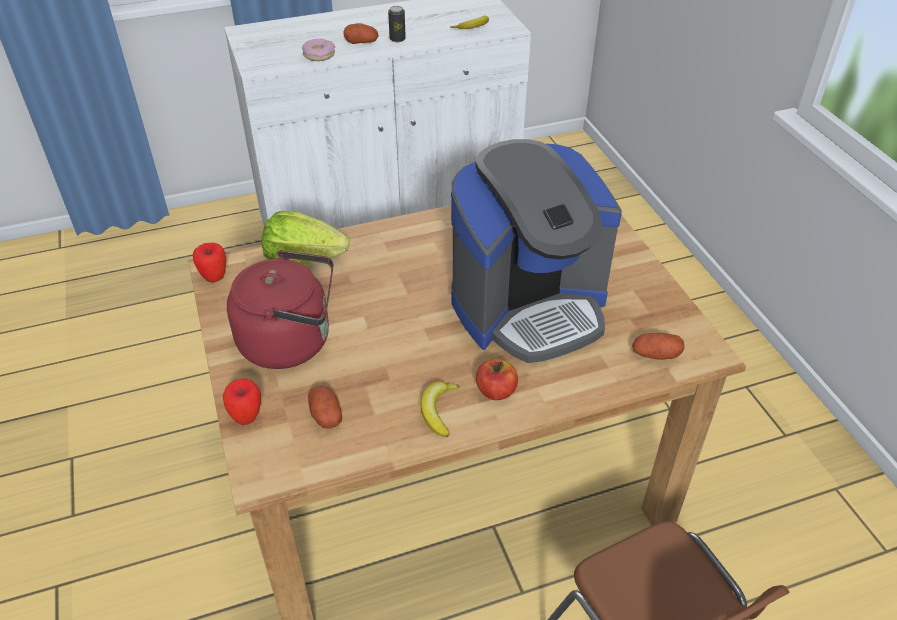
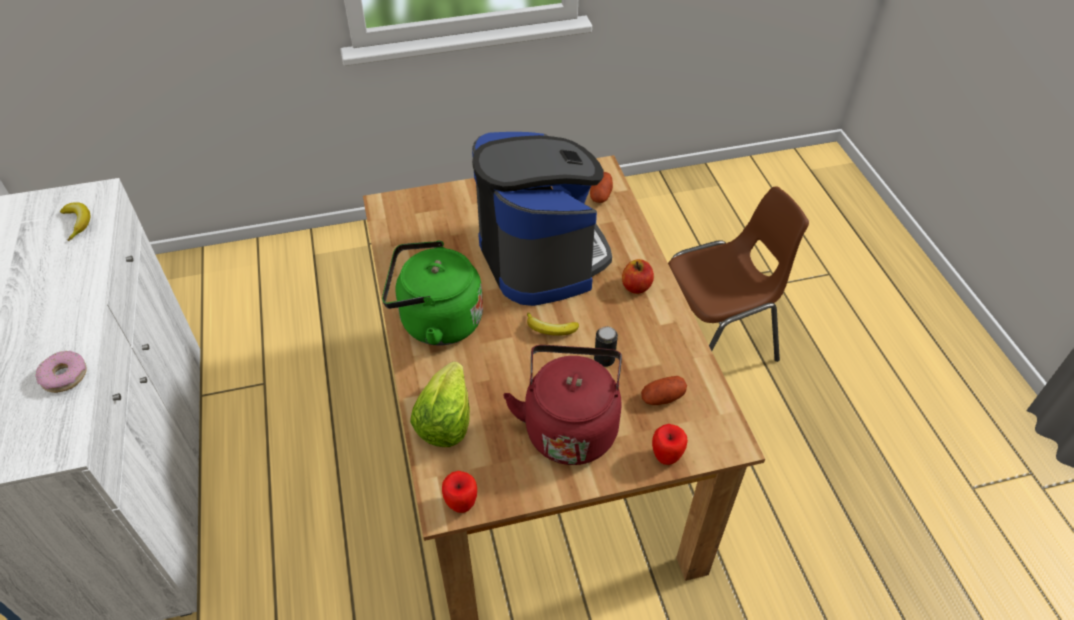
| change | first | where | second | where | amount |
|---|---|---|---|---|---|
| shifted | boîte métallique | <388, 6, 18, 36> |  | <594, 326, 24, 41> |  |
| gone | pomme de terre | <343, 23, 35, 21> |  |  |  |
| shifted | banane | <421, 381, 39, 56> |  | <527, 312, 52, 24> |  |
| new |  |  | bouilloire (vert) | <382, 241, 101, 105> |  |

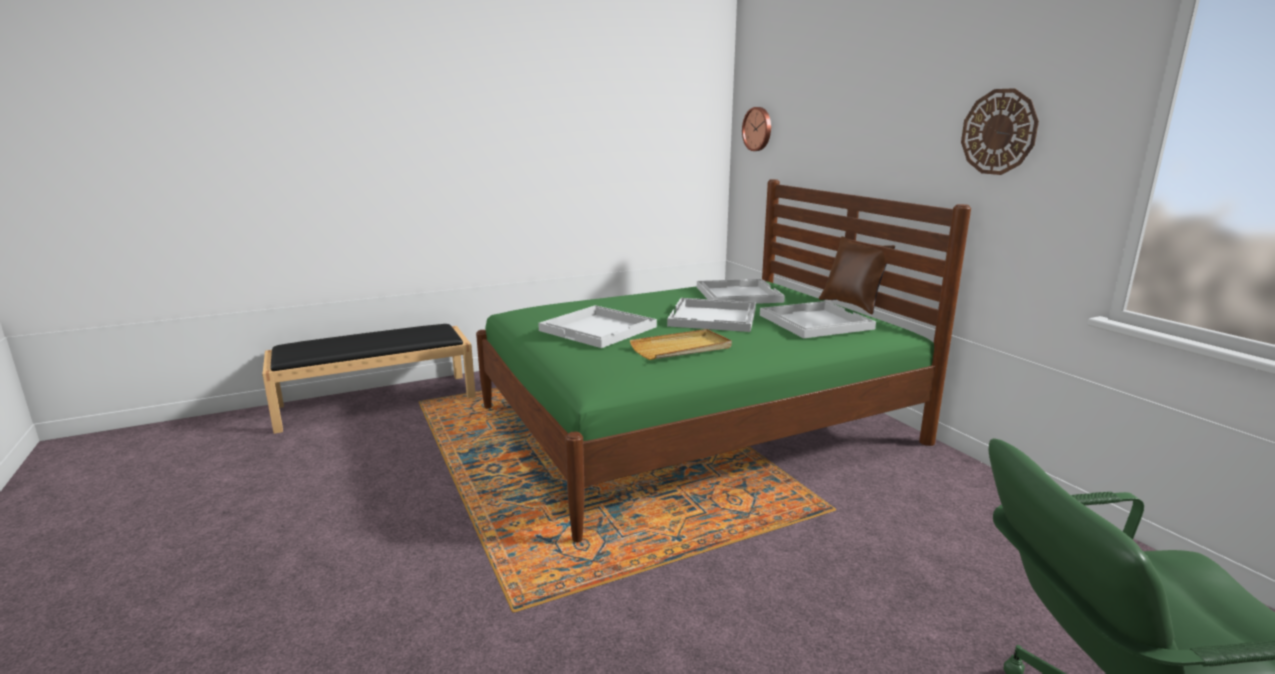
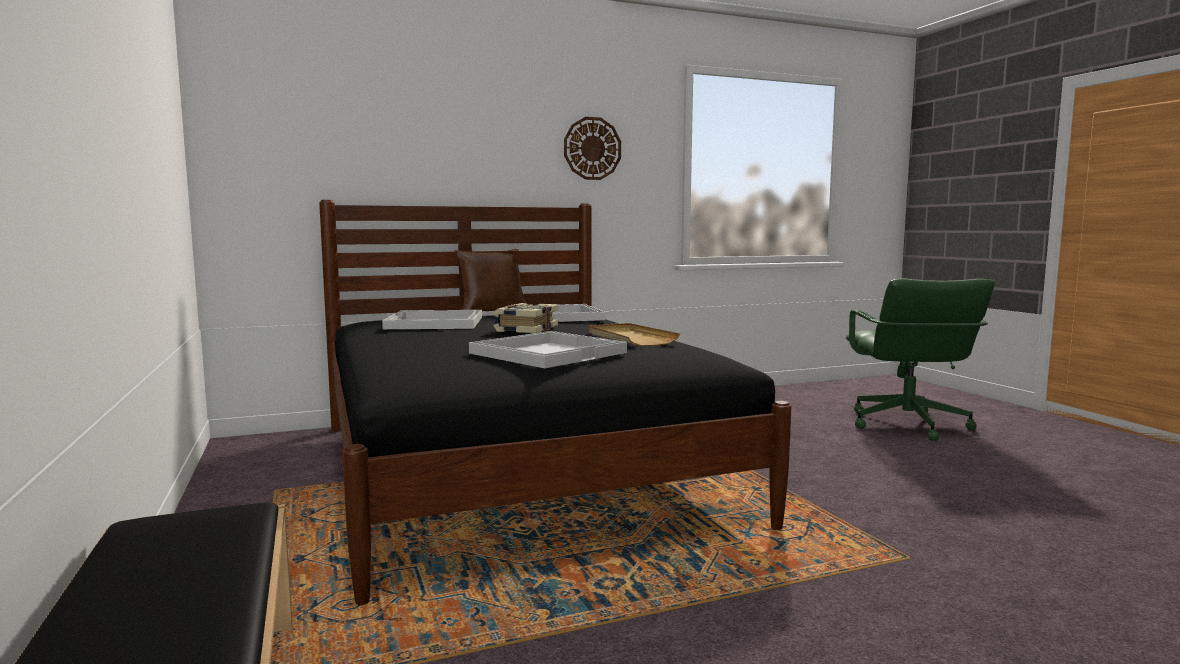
| change | first | where | second | where | amount |
|---|---|---|---|---|---|
| gone | horloge murale | <742, 107, 29, 44> |  |  |  |
| repainted | lit (vert) | <476, 179, 495, 363> | lit (noir) | <319, 200, 473, 405> |  |
| swapped | plateau (blanc) | <667, 298, 89, 34> | livre | <494, 303, 64, 30> |  |

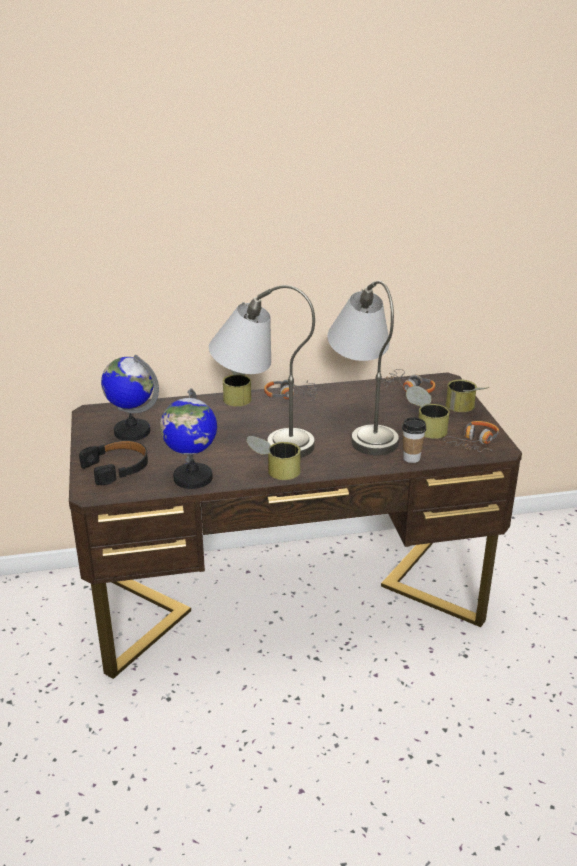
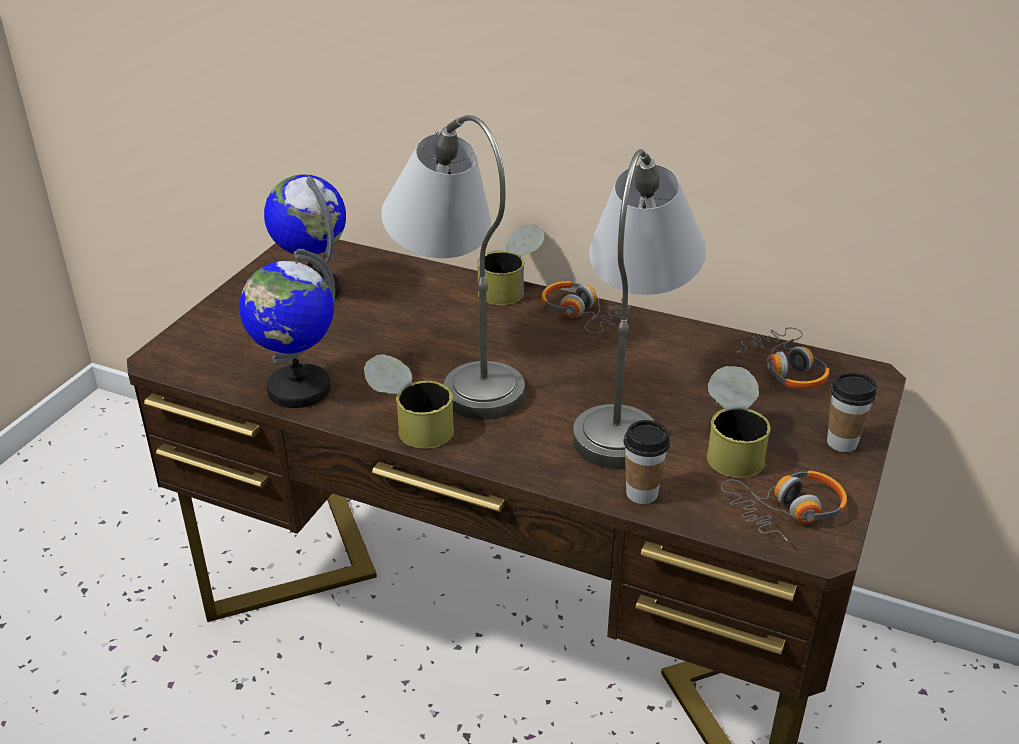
| change | first | where | second | where | amount |
|---|---|---|---|---|---|
| swapped | boîte métallique | <446, 379, 44, 33> | tasse | <827, 373, 50, 79> |  |
| gone | casque audio (noir) | <79, 440, 69, 45> |  |  |  |

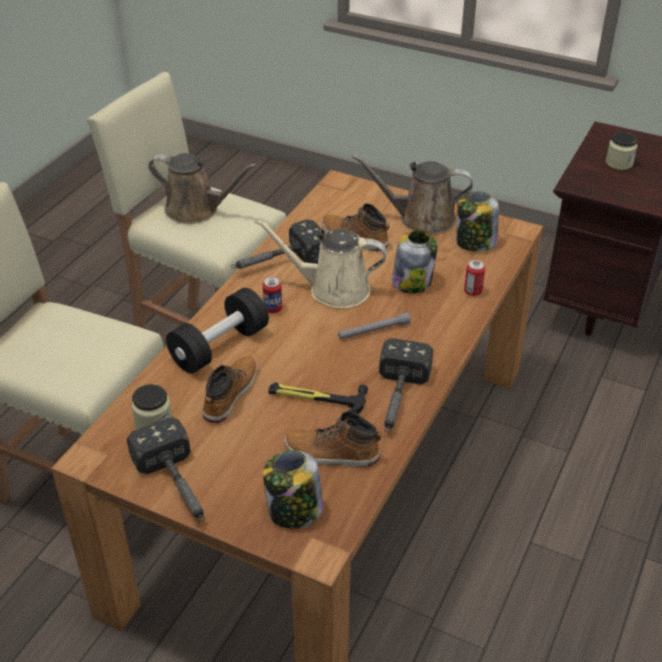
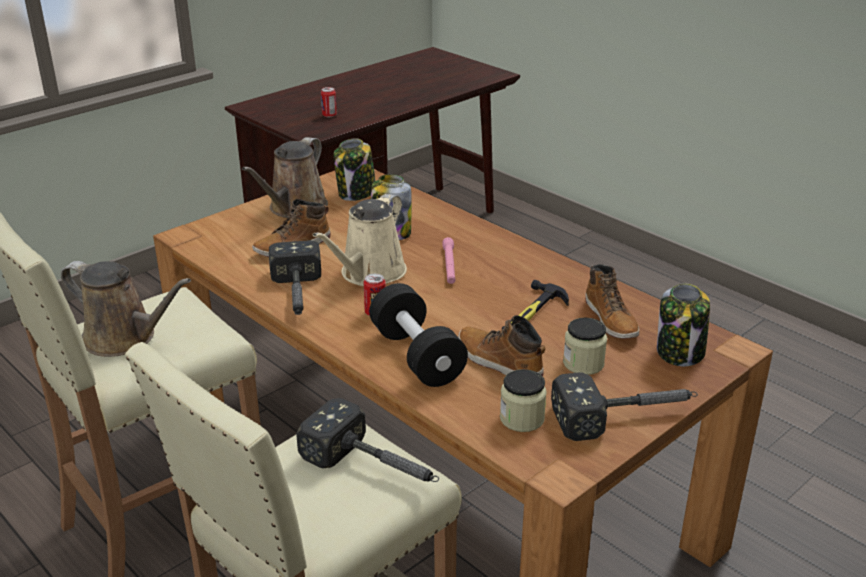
| change | first | where | second | where | amount |
|---|---|---|---|---|---|
| shifted | bocal | <606, 132, 32, 38> |  | <563, 318, 44, 57> |  |
| rotated | arrosoir (marron) | <148, 153, 109, 71> |  | <61, 261, 130, 96> | 75 degrees clockwise |
| shifted | boîte métallique | <464, 260, 21, 36> |  | <321, 87, 16, 30> |  |
| repainted | lampe de poche (gris) | <338, 312, 73, 27> | lampe de poche (rose) | <442, 237, 13, 47> |  |
| shifted | marteau | <379, 338, 54, 94> |  | <296, 398, 143, 84> |  |
| rotated | botte | <284, 412, 97, 55> |  | <585, 264, 54, 75> | 45 degrees counterclockwise |

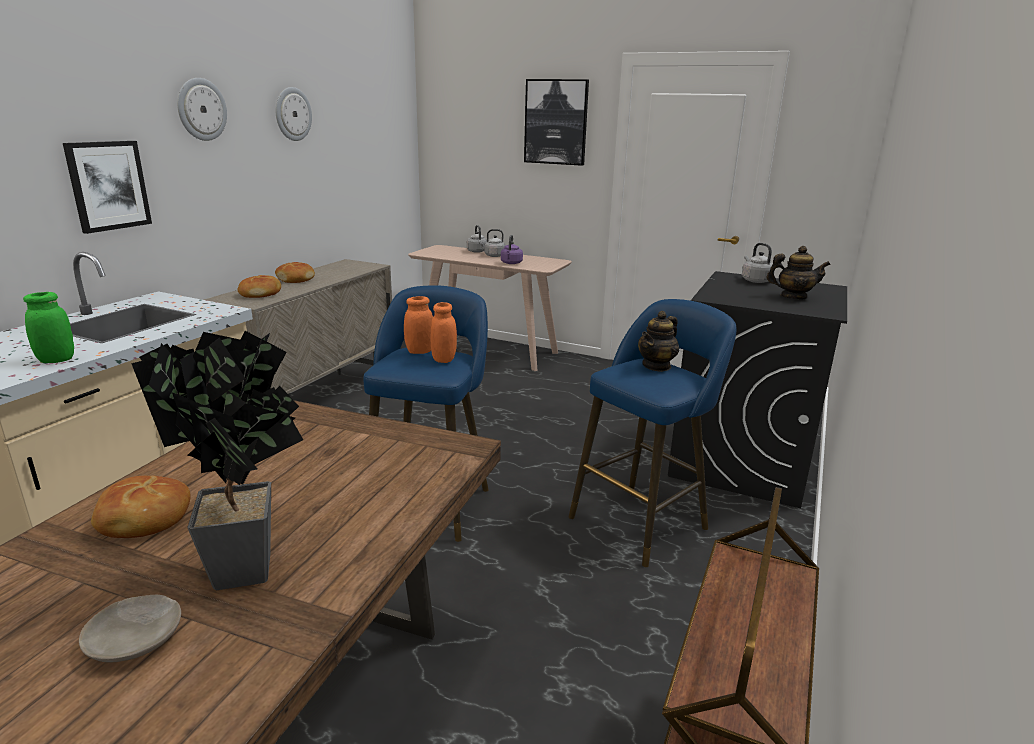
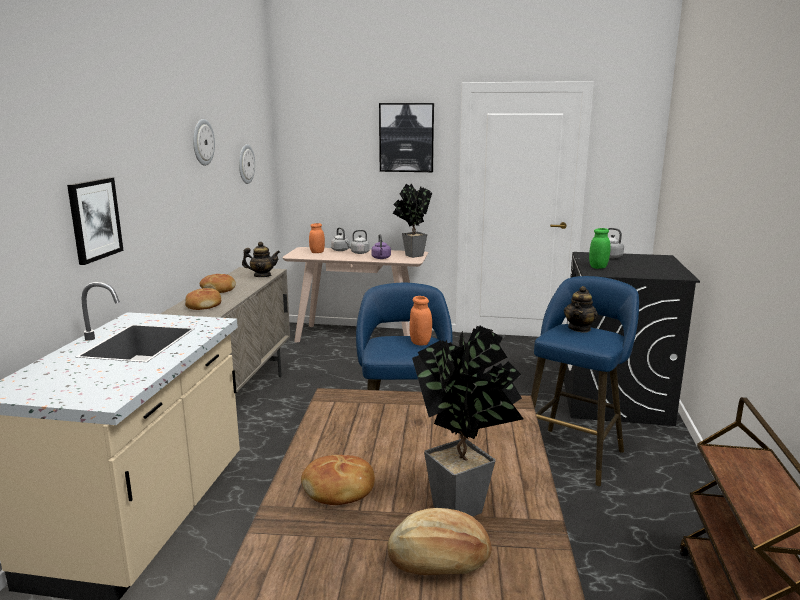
| change | first | where | second | where | amount |
|---|---|---|---|---|---|
| shifted | horloge murale | <177, 78, 50, 63> |  | <239, 144, 16, 40> |  |
| shifted | théière | <766, 246, 65, 53> |  | <242, 242, 38, 35> |  |
| shifted | bocal (vert) | <23, 292, 51, 71> |  | <589, 228, 21, 41> |  |
| shifted | bocal (orange) | <404, 296, 29, 58> |  | <309, 223, 16, 30> |  |
| swapped | assiette (beige) | <79, 595, 102, 68> | pain | <388, 508, 104, 67> |  |
| new |  |  | plante en pot | <393, 184, 39, 74> |  |

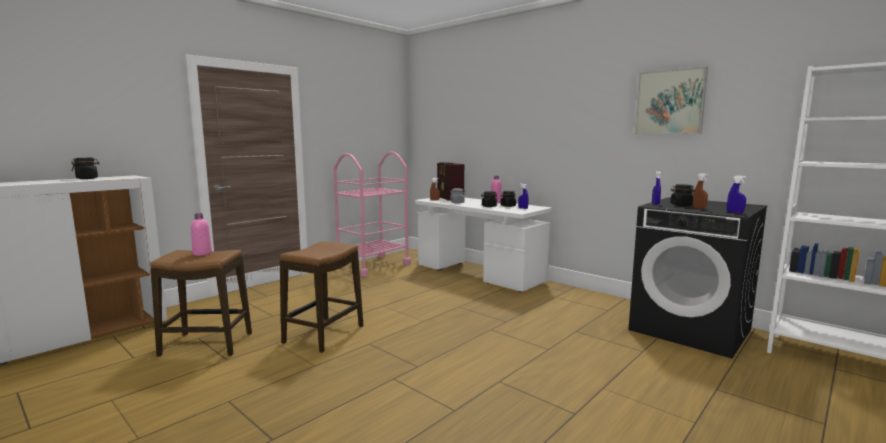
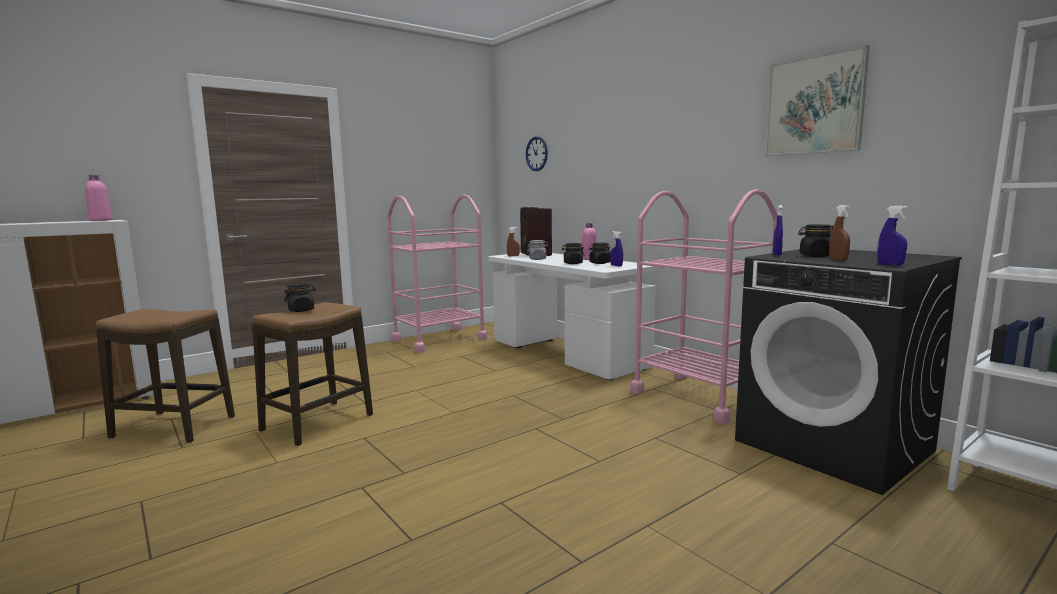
| change | first | where | second | where | amount |
|---|---|---|---|---|---|
| shifted | bocal (noir) | <71, 158, 29, 21> |  | <284, 283, 32, 29> |  |
| shifted | bouteille (rose) | <191, 213, 21, 43> |  | <85, 175, 27, 46> |  |
| new |  |  | horloge murale | <526, 136, 22, 35> |  |
| new |  |  | chariot (rose) | <630, 189, 148, 235> |  |

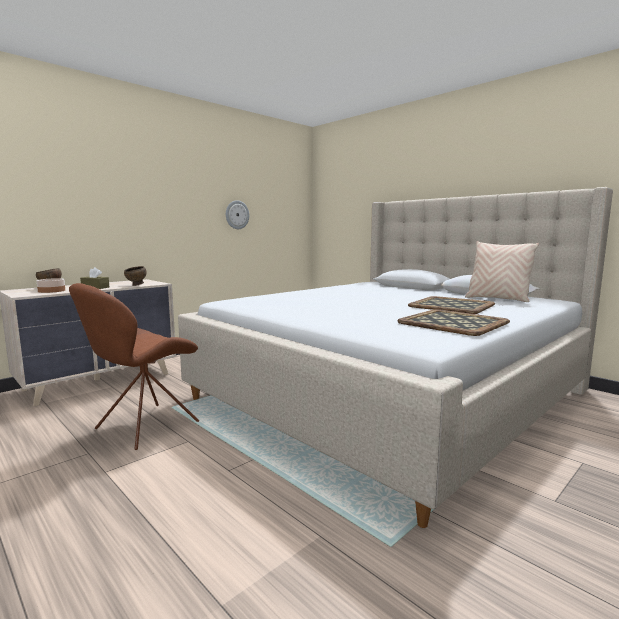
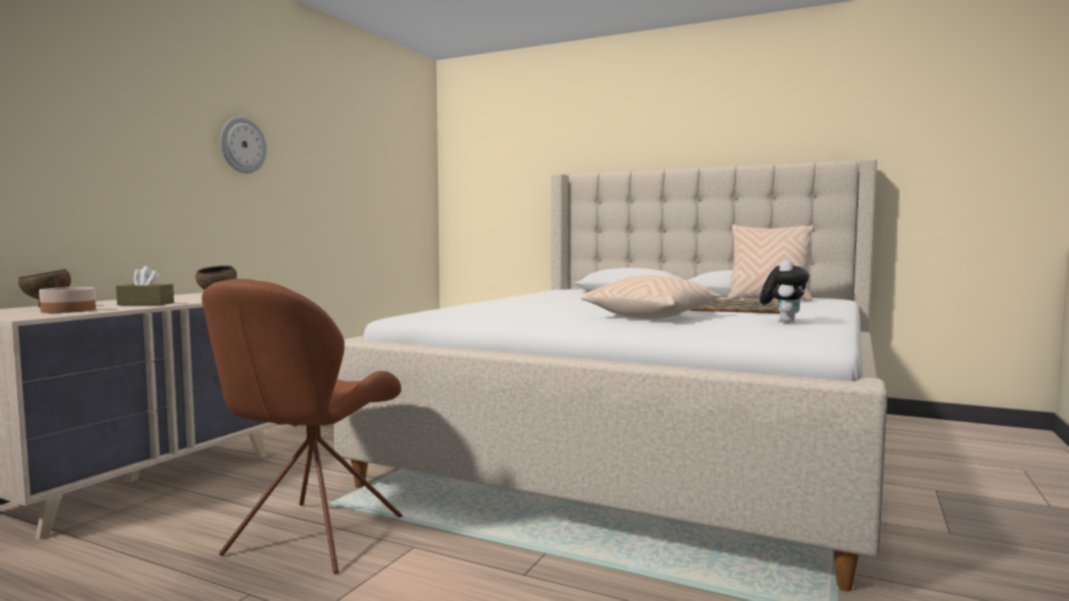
| change | first | where | second | where | amount |
|---|---|---|---|---|---|
| shifted | horloge murale | <226, 200, 23, 29> |  | <220, 117, 47, 56> |  |
| swapped | plateau | <397, 309, 113, 27> | peluche | <760, 260, 49, 63> |  |
| new |  |  | coussin (beige) | <581, 275, 141, 44> |  |

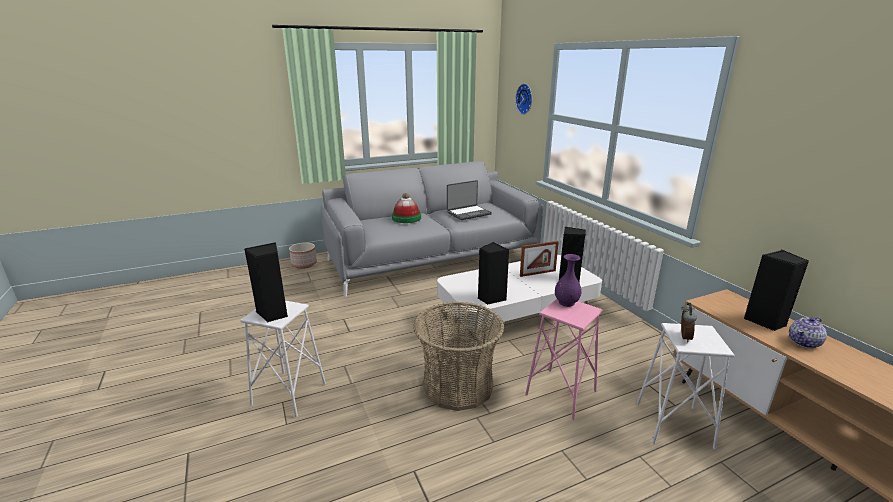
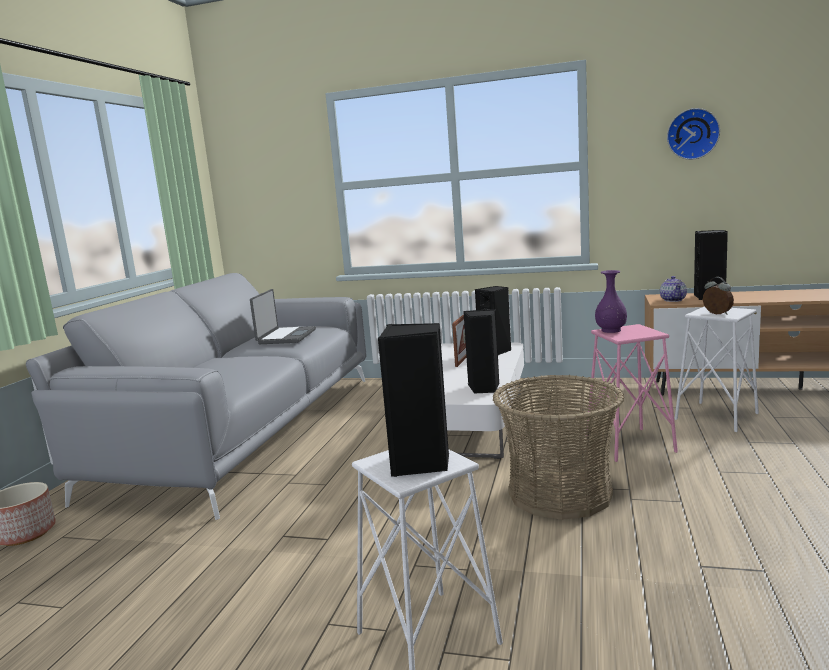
| change | first | where | second | where | amount |
|---|---|---|---|---|---|
| shifted | horloge murale | <515, 84, 17, 31> |  | <667, 108, 53, 52> |  |
| gone | chapeau | <392, 193, 29, 30> |  |  |  |
| shifted | théière | <789, 317, 38, 31> |  | <660, 276, 27, 26> |  |

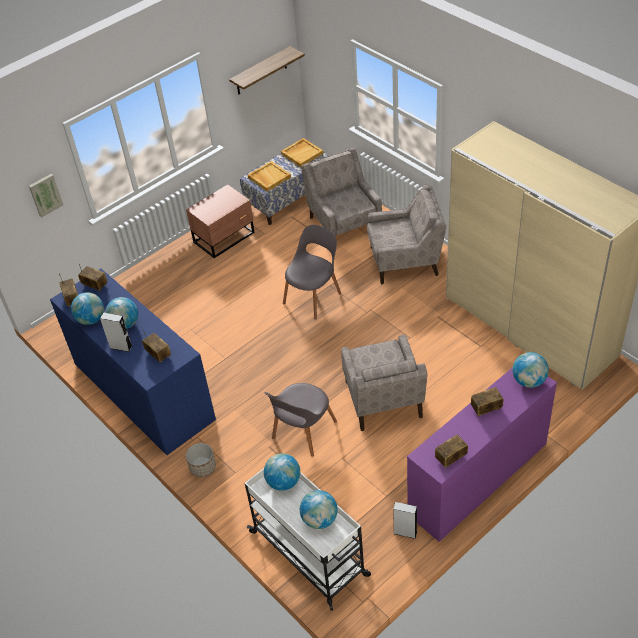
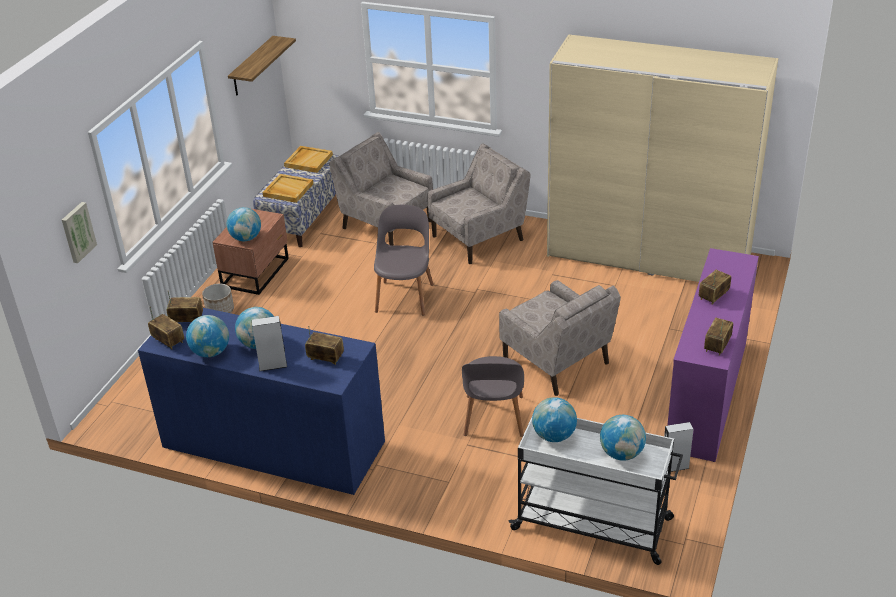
| change | first | where | second | where | amount |
|---|---|---|---|---|---|
| shifted | globe | <512, 352, 37, 36> |  | <227, 207, 34, 34> |  |
| shifted | cache-pot | <186, 443, 30, 34> |  | <202, 284, 32, 29> |  |

